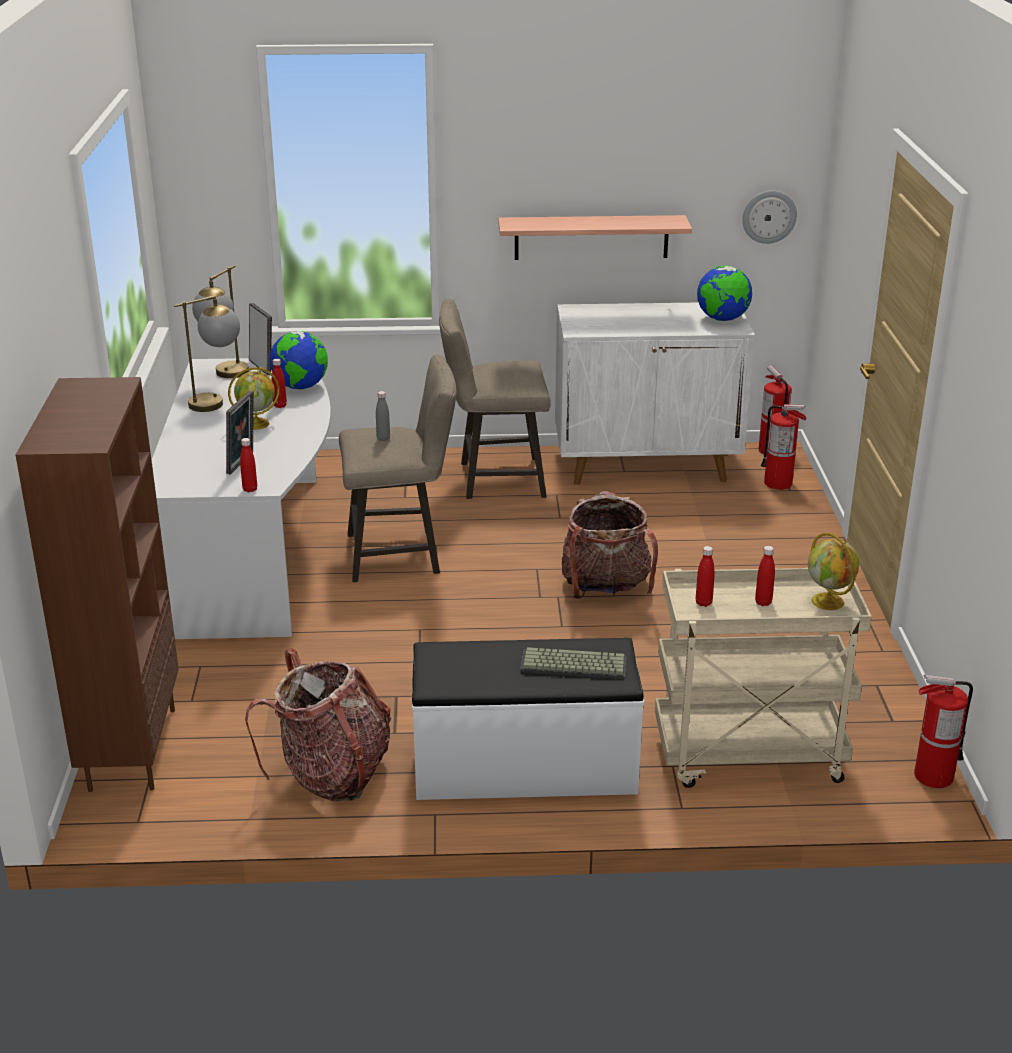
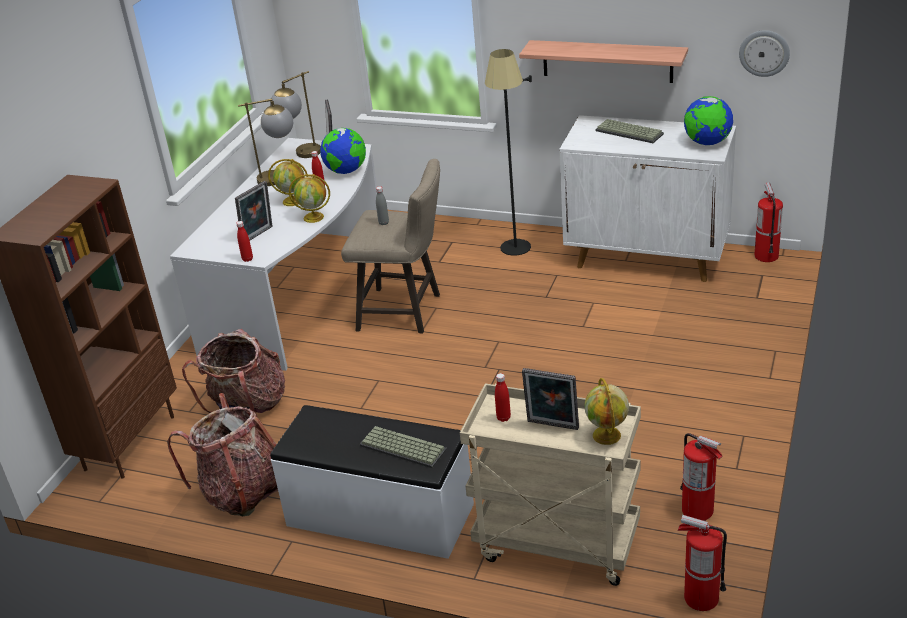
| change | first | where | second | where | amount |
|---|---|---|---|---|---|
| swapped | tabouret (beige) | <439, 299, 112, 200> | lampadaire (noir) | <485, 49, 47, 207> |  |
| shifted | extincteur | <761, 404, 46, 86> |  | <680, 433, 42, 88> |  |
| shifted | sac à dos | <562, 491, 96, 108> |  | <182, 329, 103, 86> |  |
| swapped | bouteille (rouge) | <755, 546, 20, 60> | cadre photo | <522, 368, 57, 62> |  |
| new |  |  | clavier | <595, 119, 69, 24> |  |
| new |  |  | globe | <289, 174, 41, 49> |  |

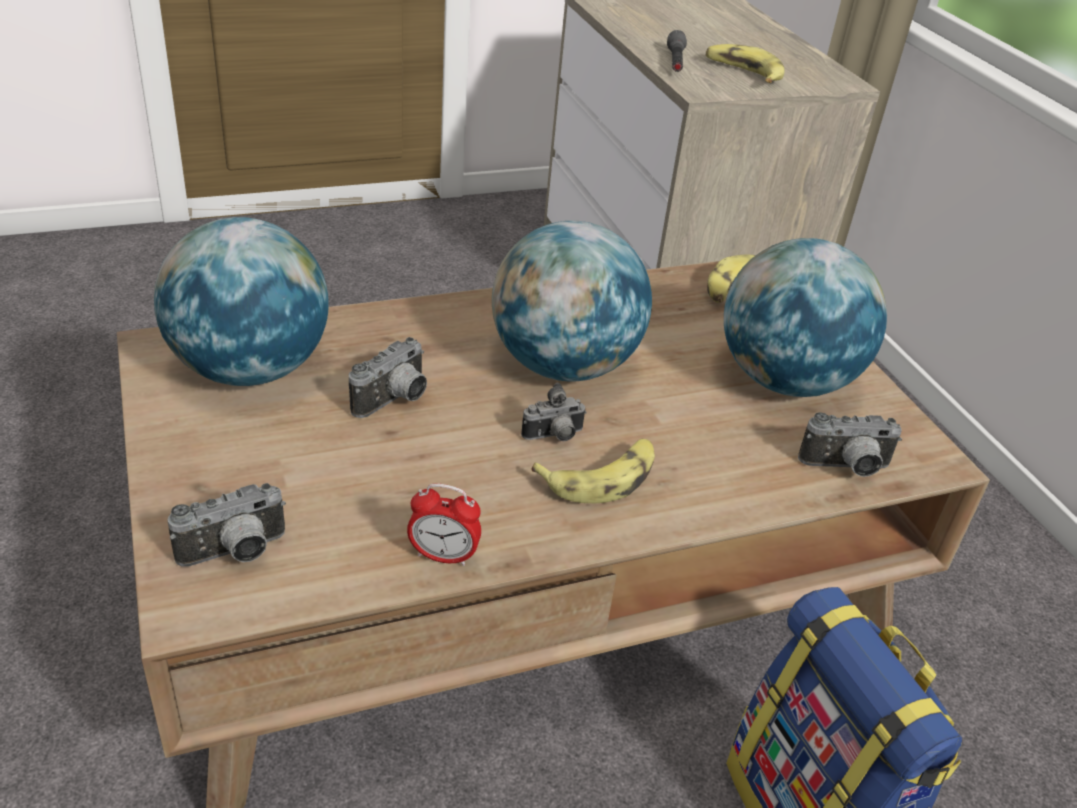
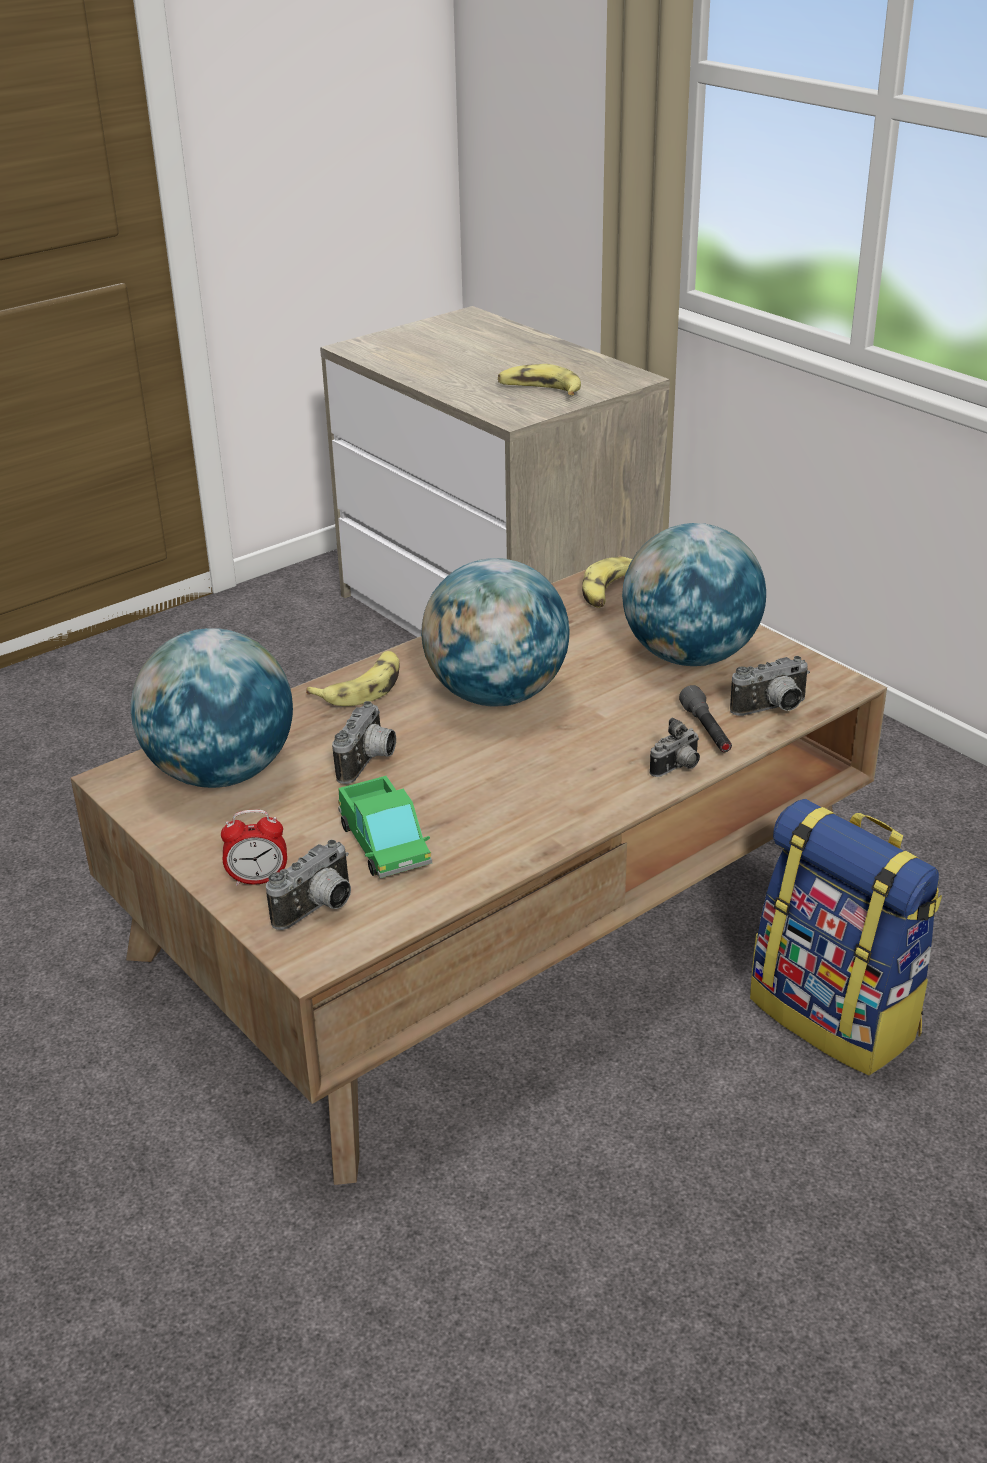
| change | first | where | second | where | amount |
|---|---|---|---|---|---|
| shifted | lampe de poche (gris) | <667, 30, 20, 42> |  | <679, 685, 53, 67> |  |
| shifted | appareil photo | <521, 383, 66, 58> |  | <650, 717, 50, 60> |  |
| shifted | banane | <531, 439, 124, 64> |  | <306, 651, 94, 55> |  |
| shifted | réveil | <407, 483, 74, 83> |  | <221, 810, 66, 76> |  |
| new |  |  | camion jouet | <338, 776, 94, 102> |  |

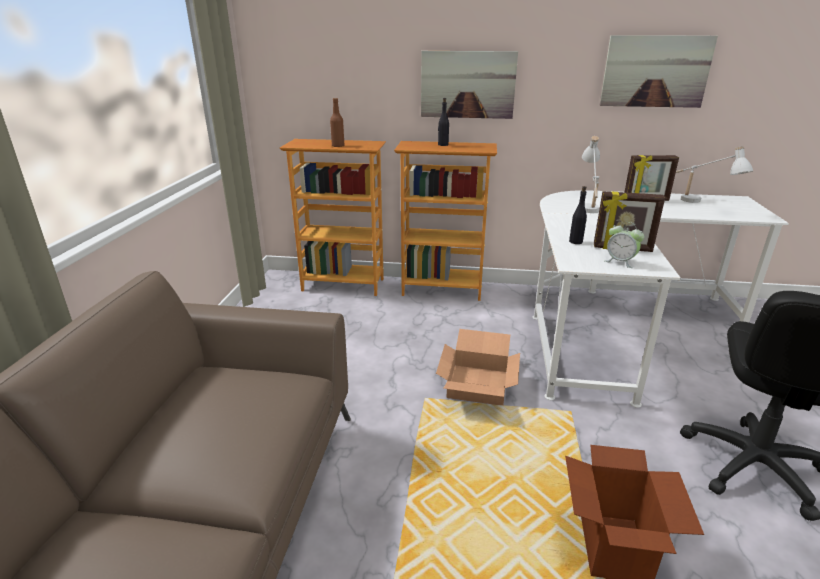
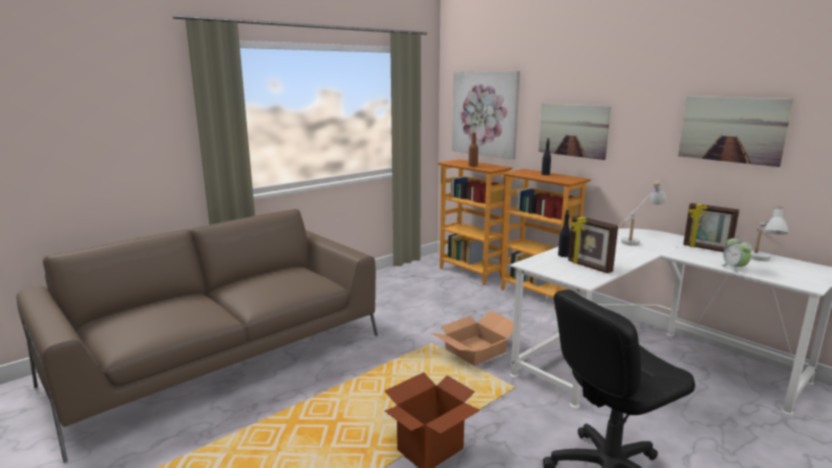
| change | first | where | second | where | amount |
|---|---|---|---|---|---|
| shifted | réveil | <605, 222, 40, 46> |  | <721, 236, 31, 37> |  |
| new |  |  | tableau | <452, 71, 68, 89> |  |

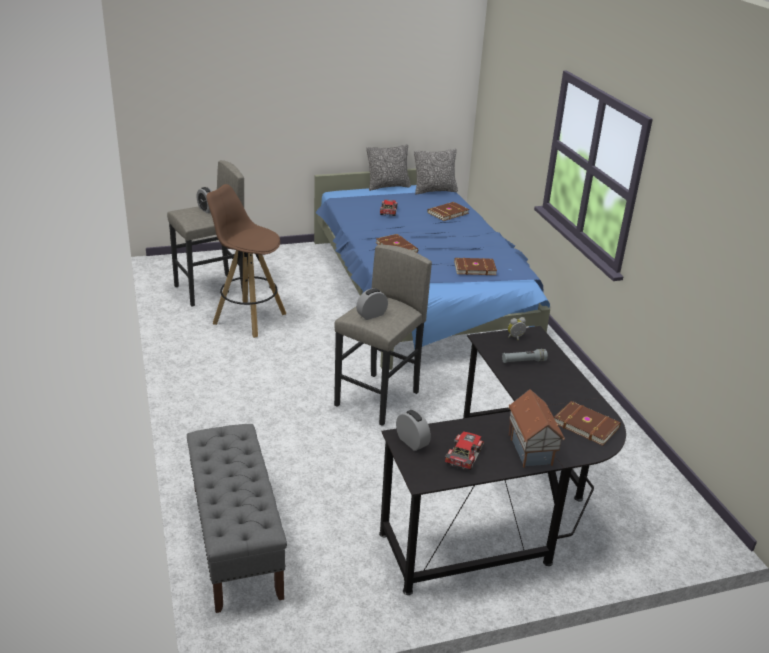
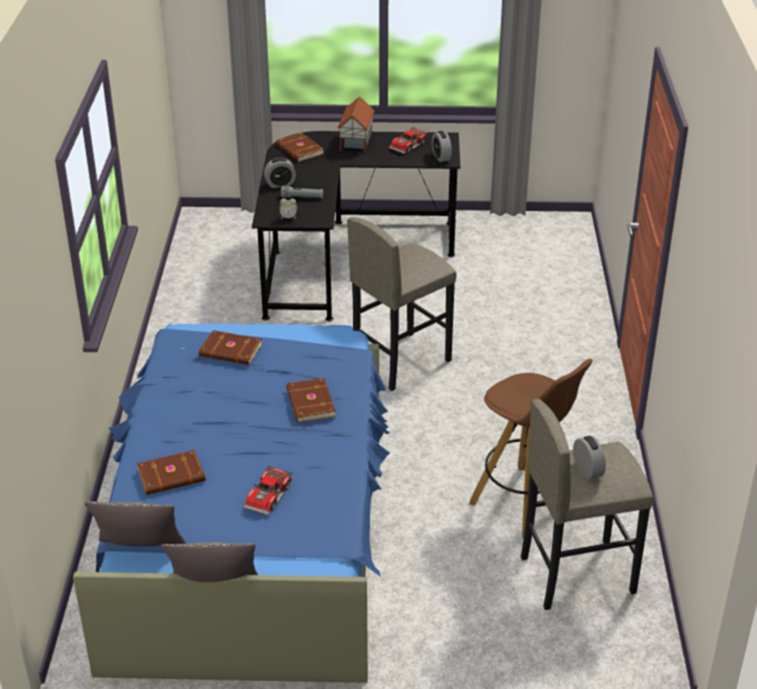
| change | first | where | second | where | amount |
|---|---|---|---|---|---|
| shifted | réveil | <356, 288, 32, 32> |  | <264, 158, 32, 30> |  |
| gone | banc (gris) | <187, 424, 100, 189> |  |  |  |

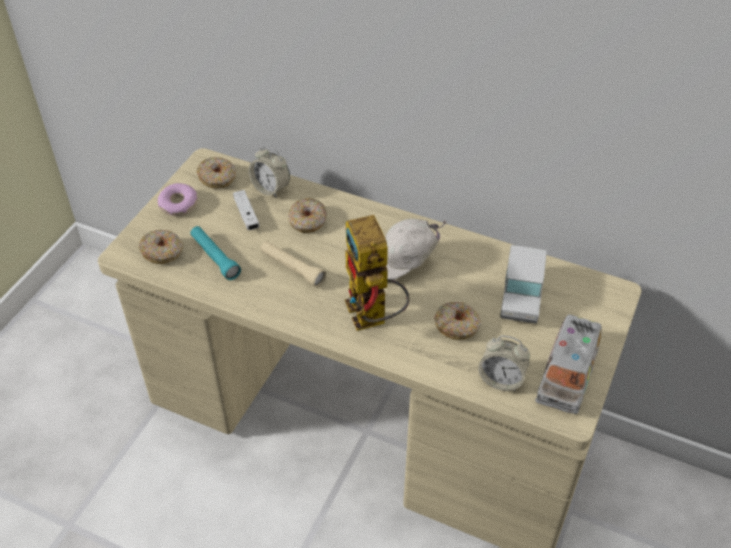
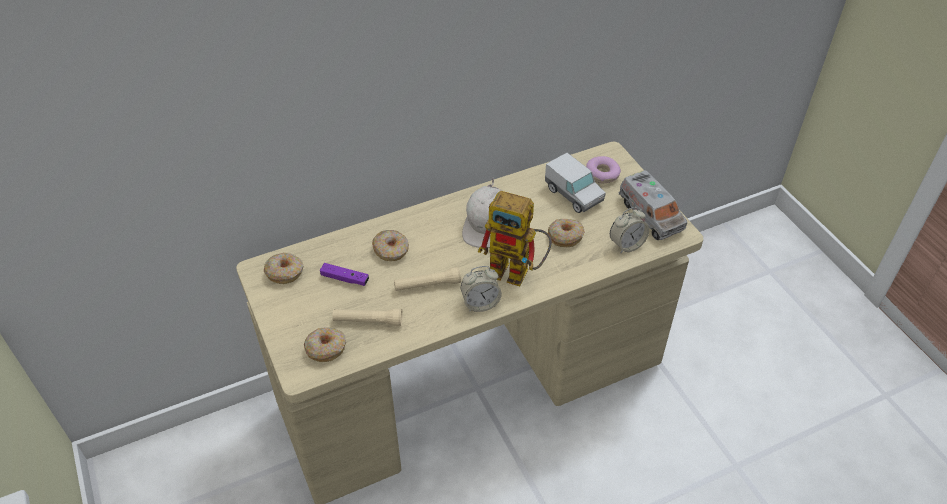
| change | first | where | second | where | amount |
|---|---|---|---|---|---|
| shifted | réveil | <249, 145, 41, 53> |  | <461, 266, 41, 46> |  |
| shifted | beignet | <158, 183, 40, 33> |  | <586, 156, 35, 27> |  |
| repainted | manette (blanc) | <233, 190, 27, 40> | manette (violet) | <320, 263, 49, 23> |  |
| repainted | lampe de poche (turquoise) | <190, 226, 51, 54> | lampe de poche (beige) | <332, 309, 71, 17> |  |

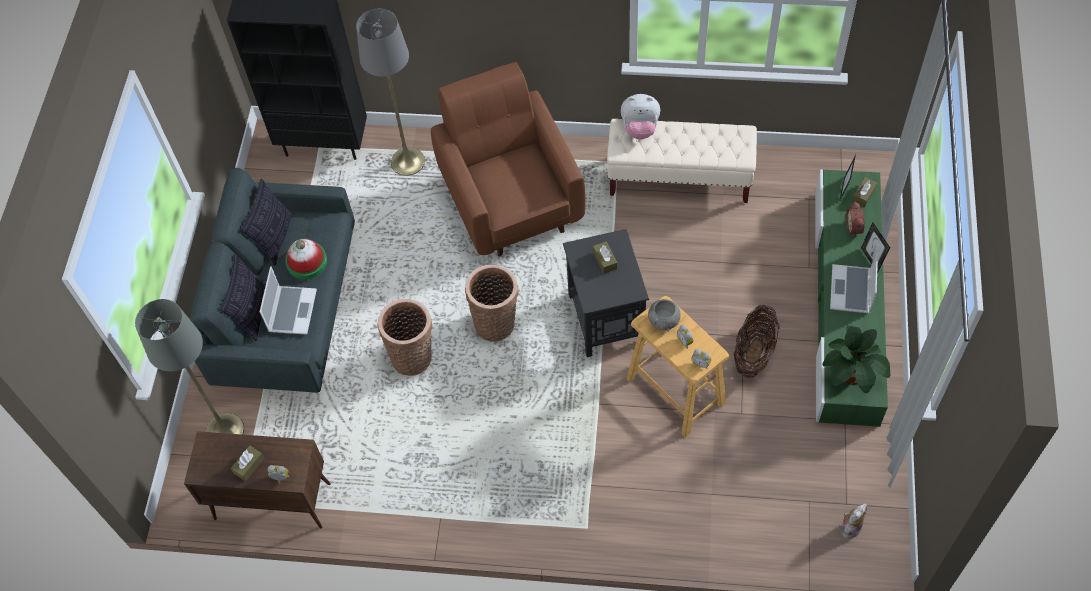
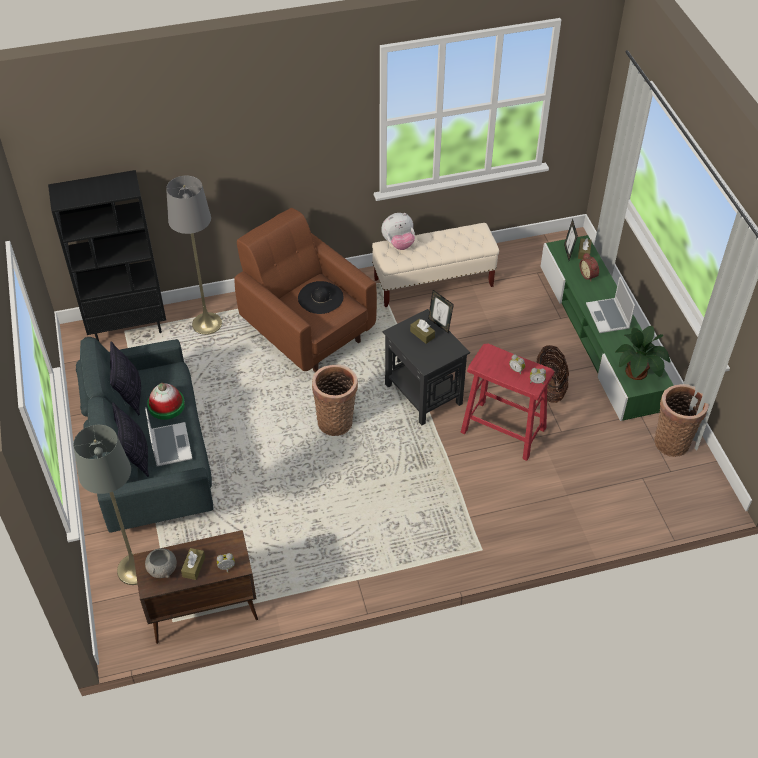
| change | first | where | second | where | amount |
|---|---|---|---|---|---|
| shifted | cadre photo | <861, 223, 29, 50> |  | <428, 290, 26, 43> |  |
| repainted | tabouret (beige) | <626, 296, 103, 141> | tabouret (rouge) | <461, 344, 93, 117> |  |
| shifted | panier | <378, 299, 54, 77> |  | <654, 384, 55, 73> |  |
| shifted | bol (gris) | <648, 299, 33, 33> |  | <145, 548, 32, 30> |  |
| gone | peluche | <841, 504, 26, 36> |  |  |  |
| new |  |  | chapeau (noir) | <298, 281, 46, 33> |  |

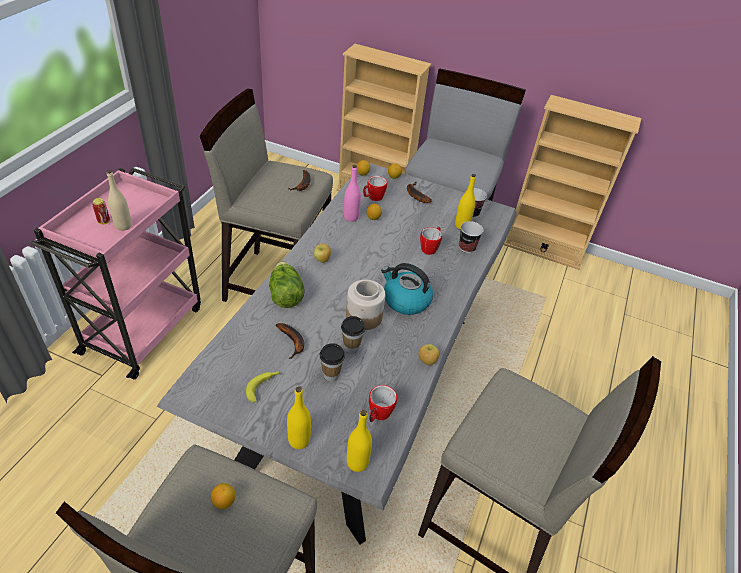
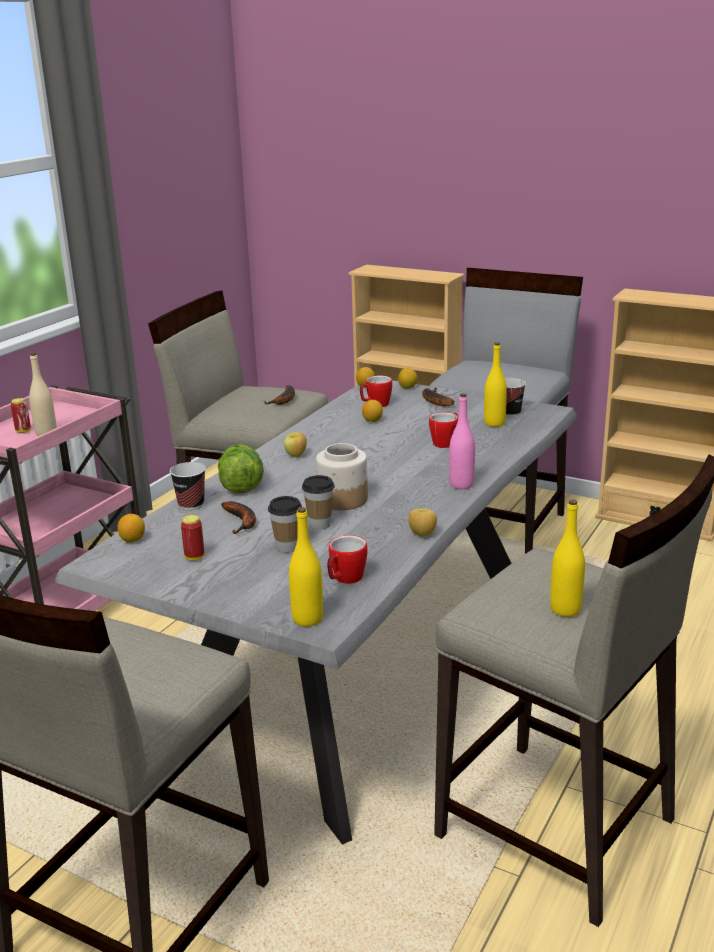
| change | first | where | second | where | amount |
|---|---|---|---|---|---|
| shifted | bouteille (rose) | <344, 165, 17, 57> |  | <449, 393, 26, 96> |  |
| shifted | tasse | <459, 221, 24, 32> |  | <170, 462, 36, 48> |  |
| gone | bouilloire | <381, 263, 52, 52> |  |  |  |
| swapped | banane | <246, 371, 34, 31> | boîte métallique | <181, 515, 23, 46> |  |
| shifted | bouteille (jaune) | <287, 386, 24, 63> |  | <550, 500, 35, 117> |  |
| shifted | citron | <211, 483, 25, 26> |  | <117, 514, 28, 29> |  |

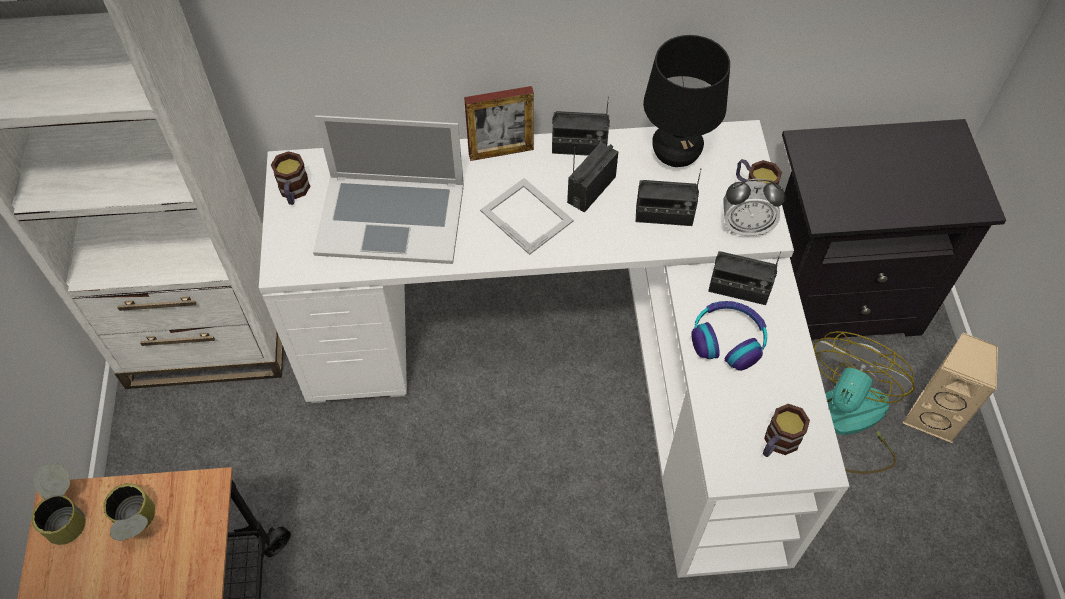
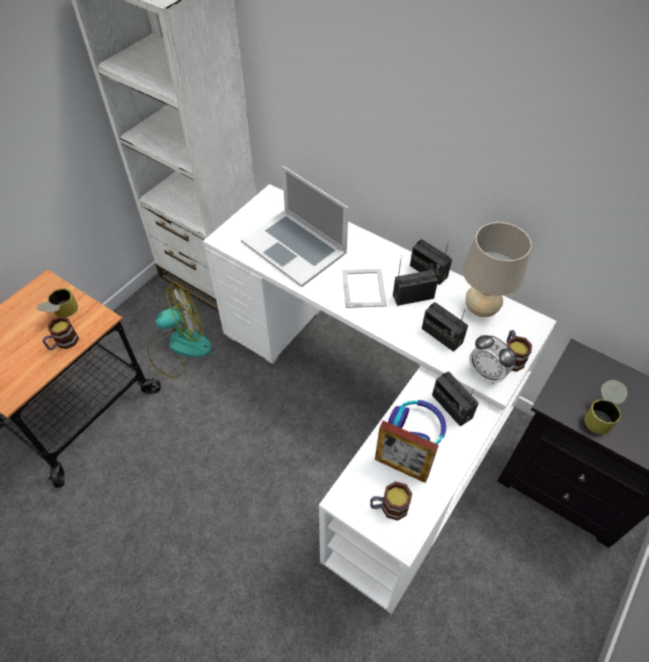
| change | first | where | second | where | amount |
|---|---|---|---|---|---|
| repainted | lampe de table (noir) | <643, 35, 87, 132> | lampe de table (beige) | <463, 222, 69, 95> |  |
| shifted | cadre photo | <464, 86, 70, 75> |  | <375, 421, 64, 62> |  |
| shifted | mug | <271, 151, 39, 54> |  | <43, 316, 36, 34> |  |
| shifted | ventilateur | <813, 331, 102, 143> |  | <147, 282, 65, 96> |  |
| gone | enceinte (beige) | <903, 333, 95, 110> |  |  |  |
| shifted | boîte métallique | <31, 464, 55, 81> |  | <584, 380, 44, 54> |  |

